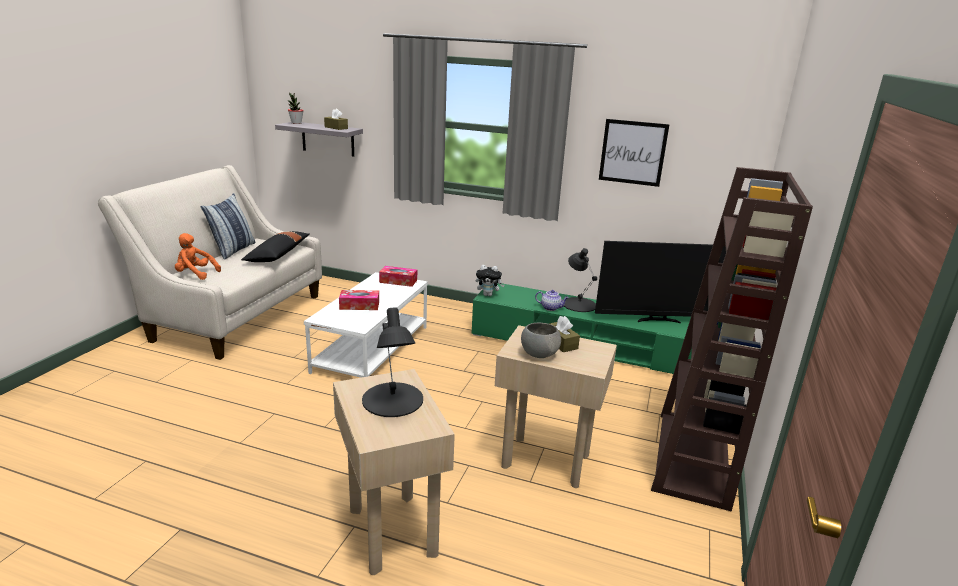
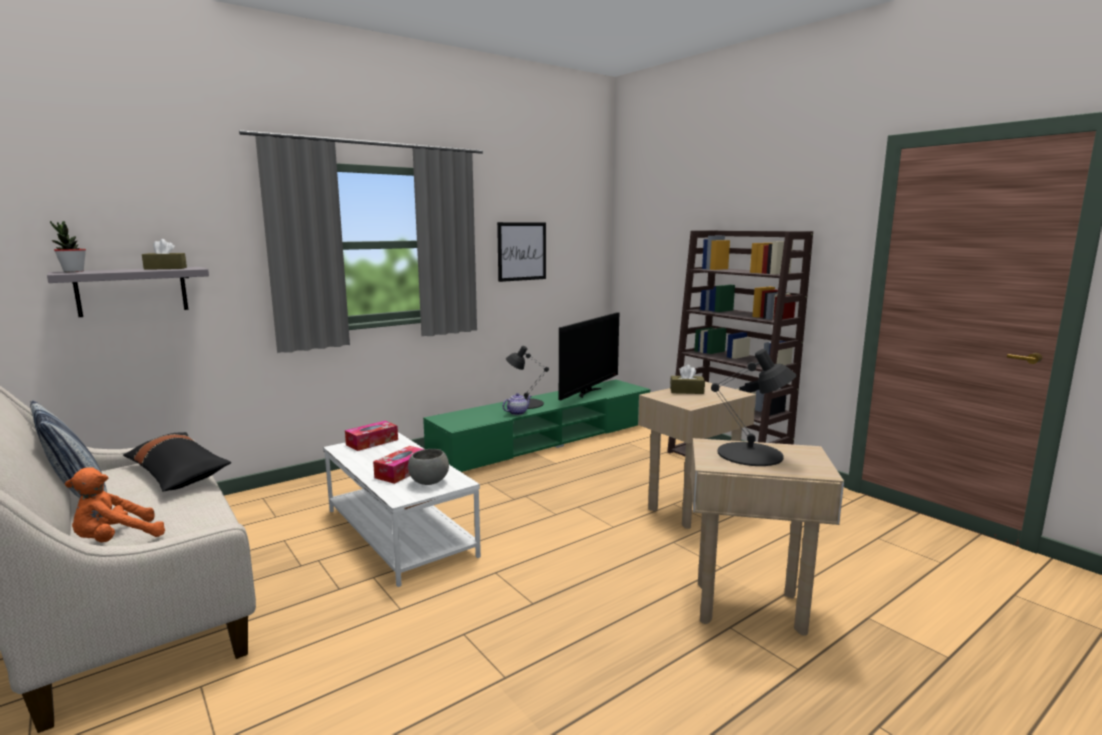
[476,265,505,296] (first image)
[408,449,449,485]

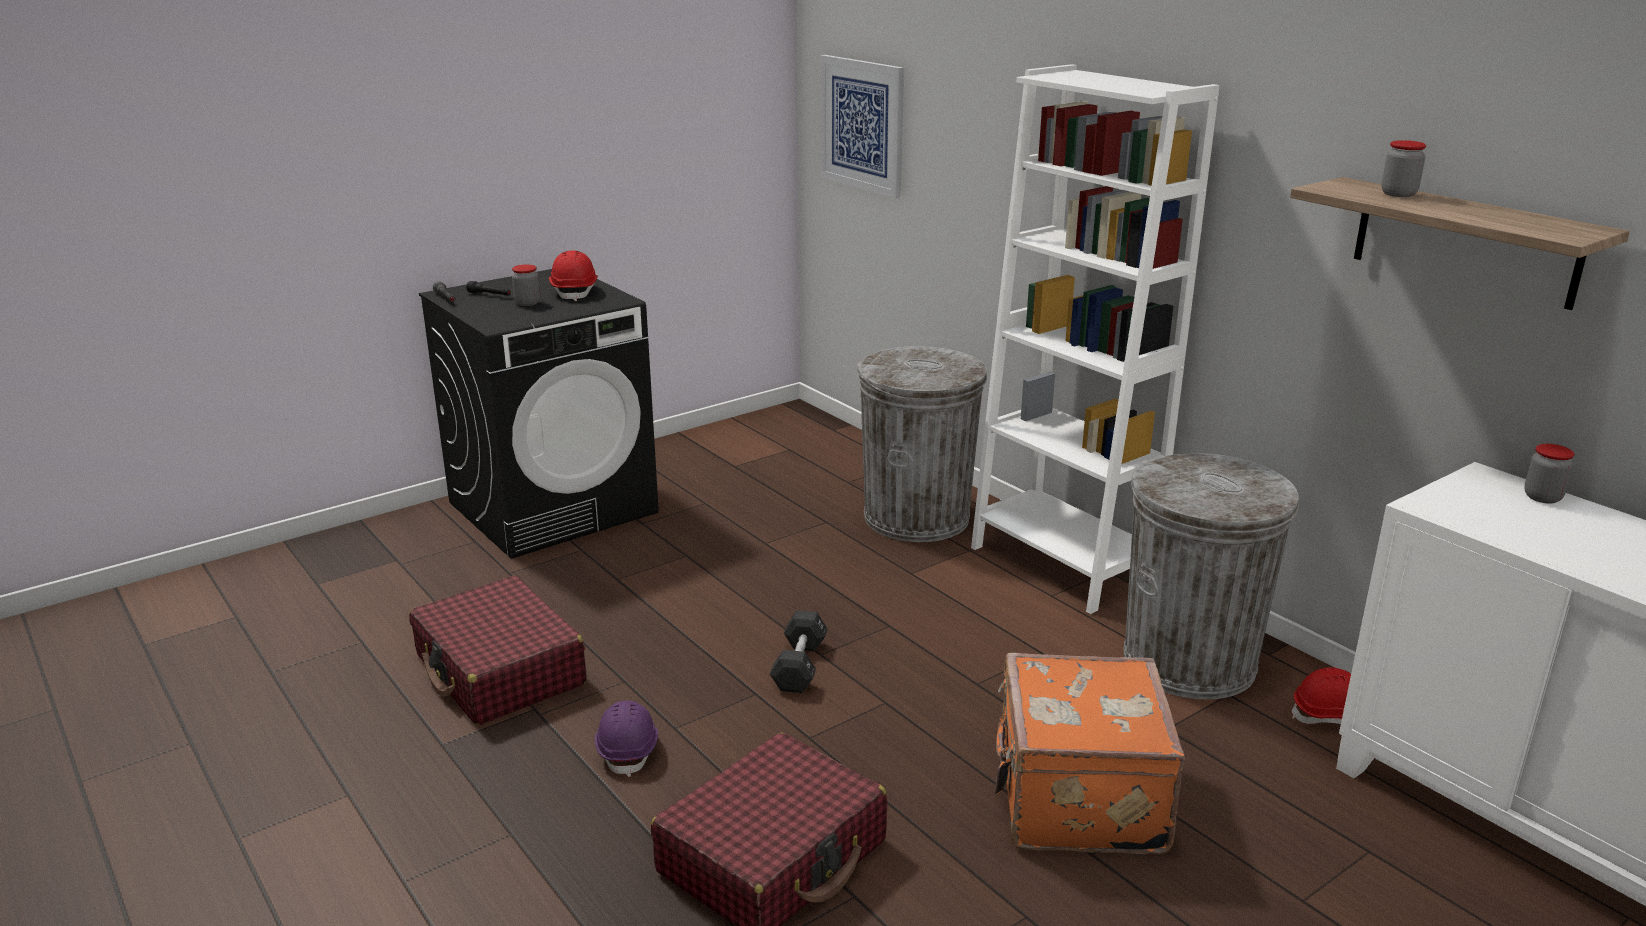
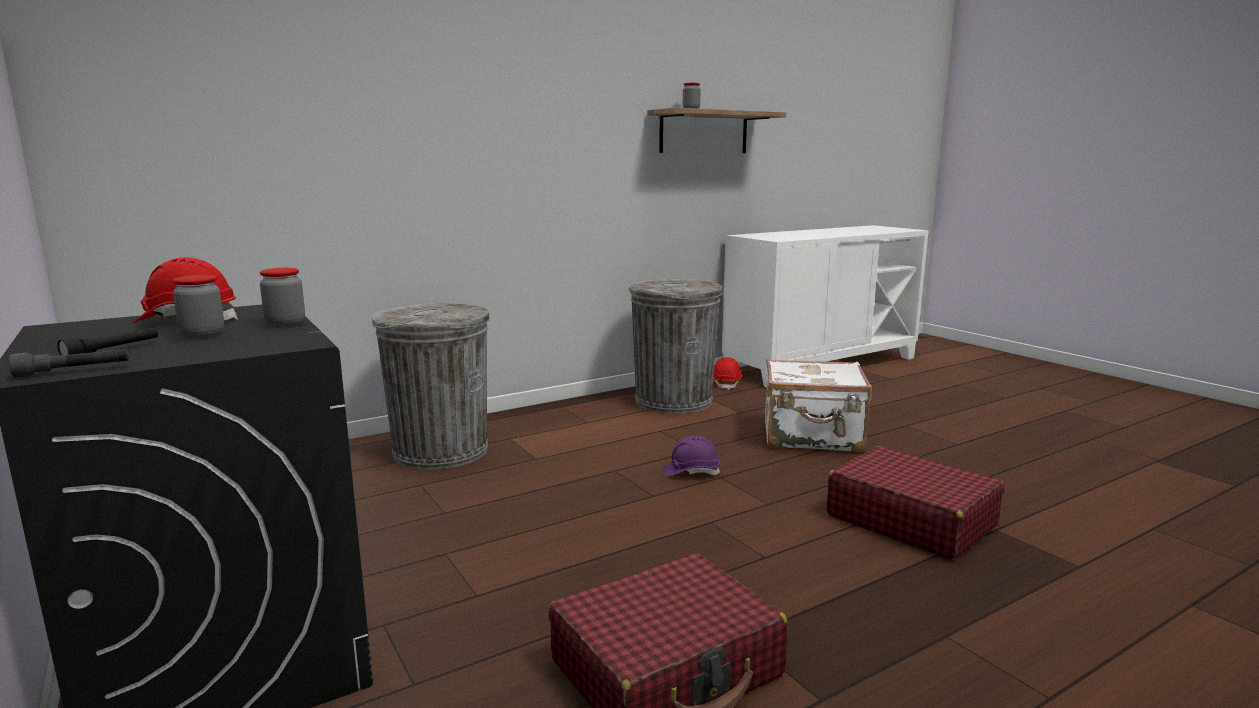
[664,435,720,476]
[770,610,828,693] (first image)
[821,55,904,198] (first image)
[971,64,1220,614] (first image)
[765,359,872,452]
[260,268,305,327]

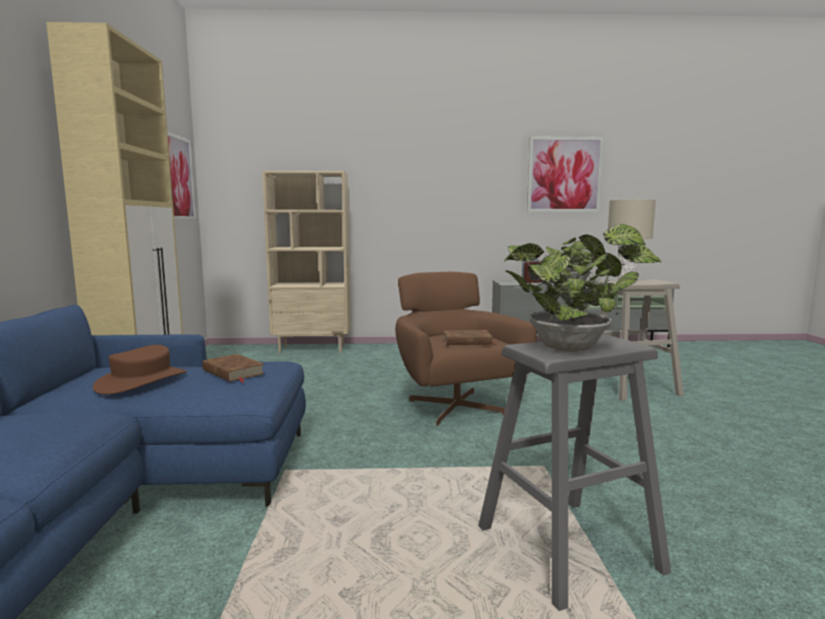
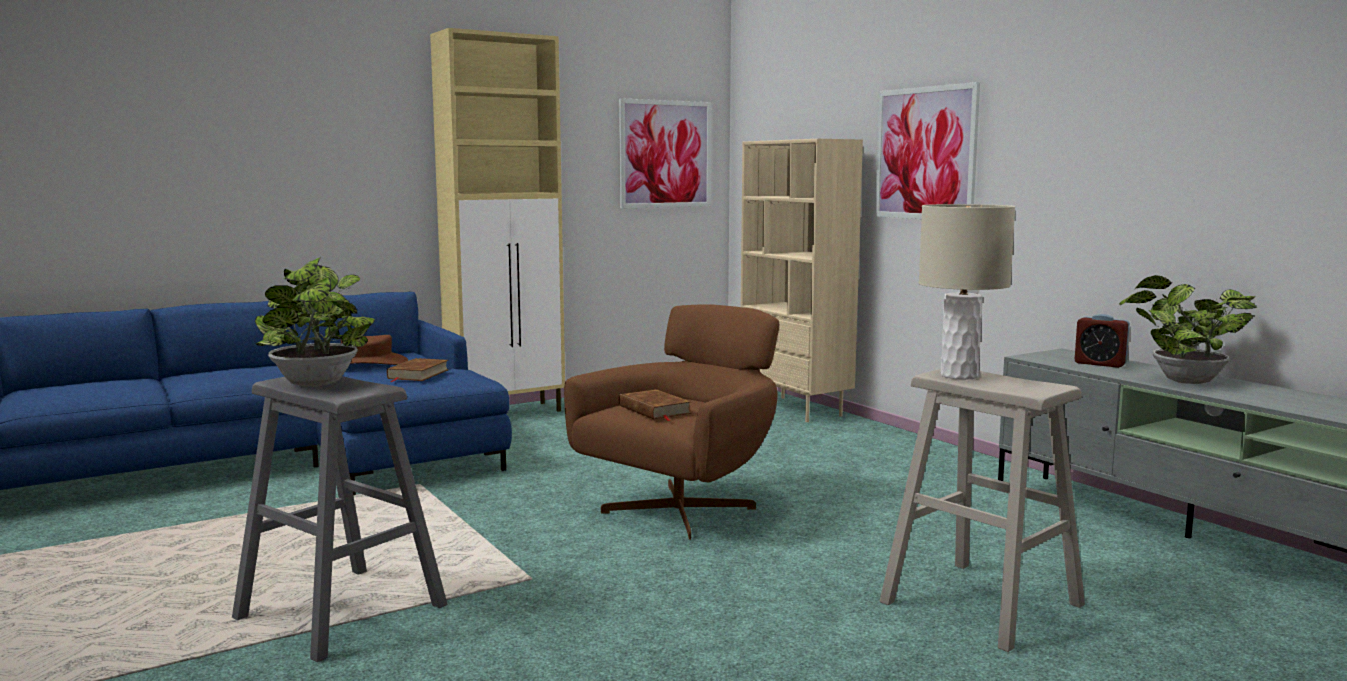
[875,82,980,219]

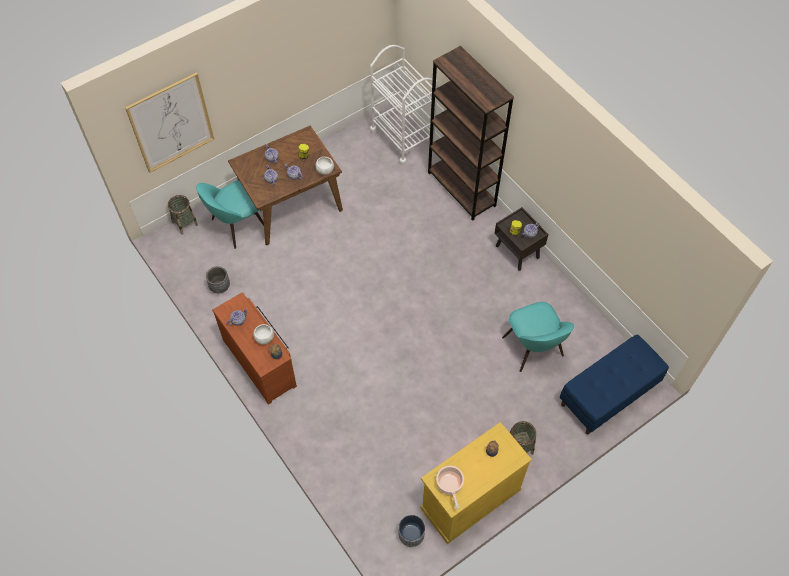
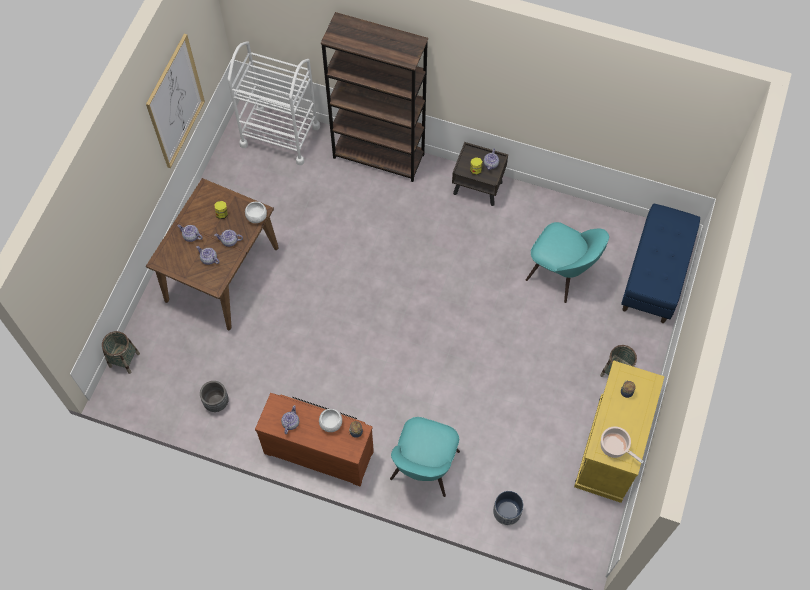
[146,34,205,168]
[390,417,460,497]
[493,491,524,525]

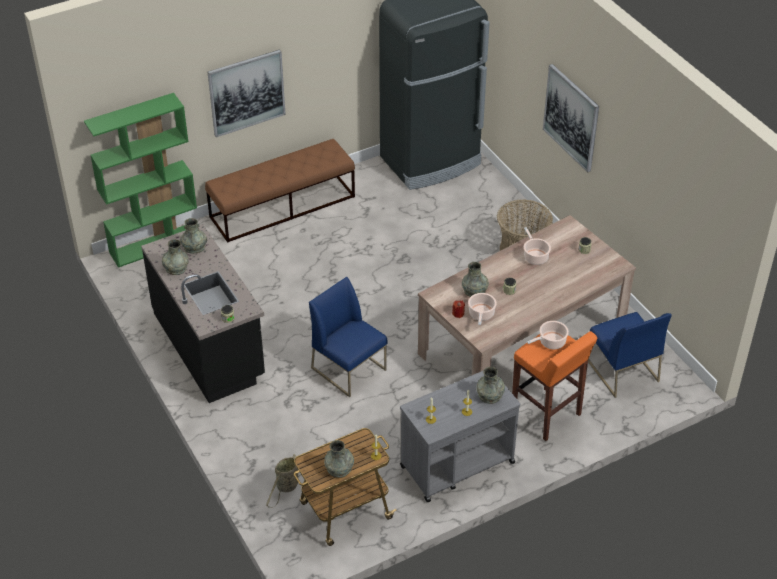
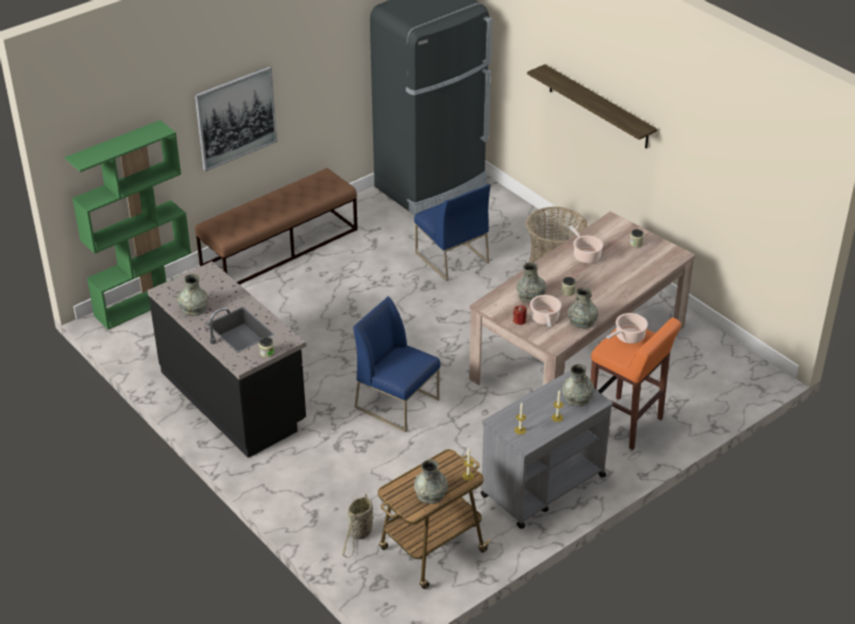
[568,287,598,328]
[527,64,657,149]
[414,184,490,281]

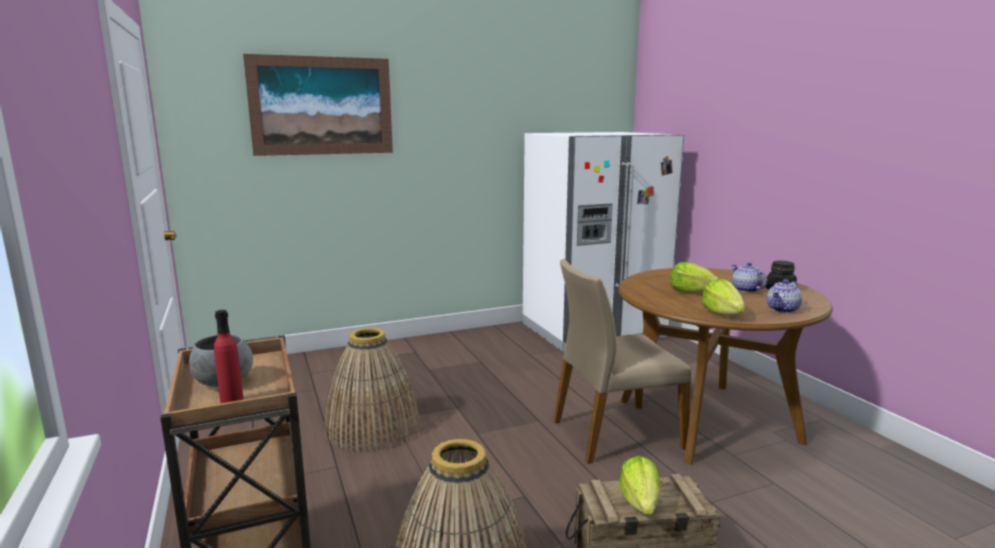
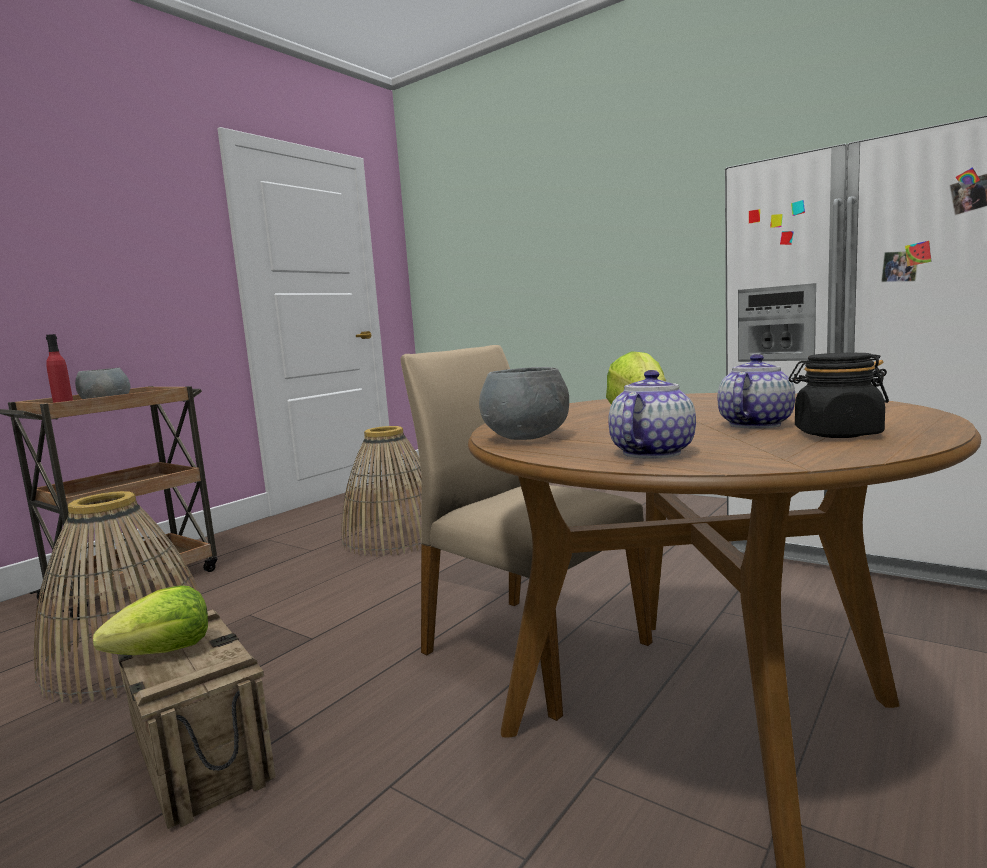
[243,54,393,156] (first image)
[479,367,569,440]
[608,370,696,459]

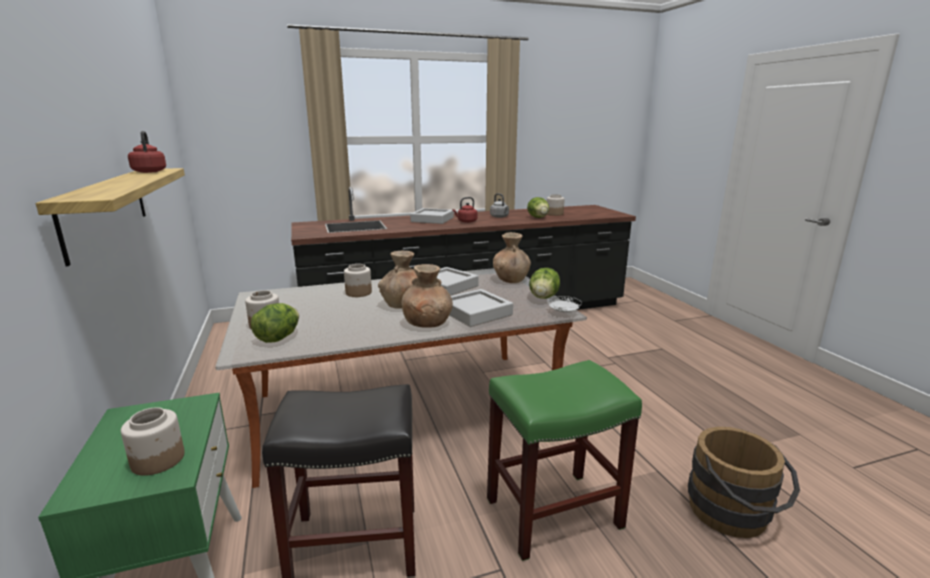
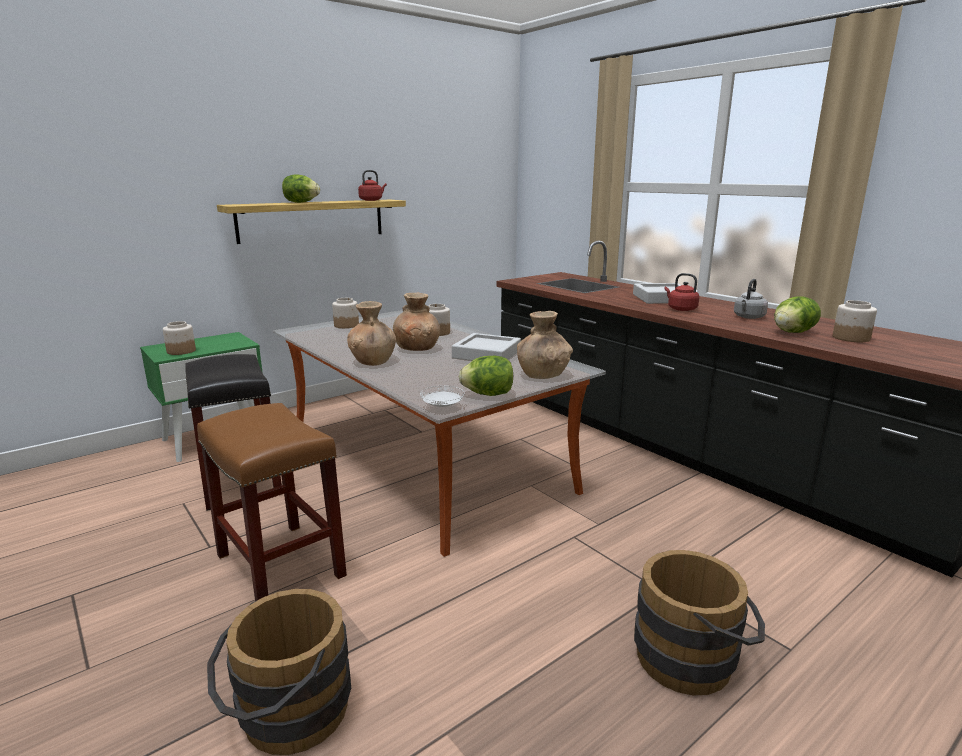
[282,174,320,203]
[450,289,513,327] (first image)
[197,403,347,601]
[634,550,765,696]

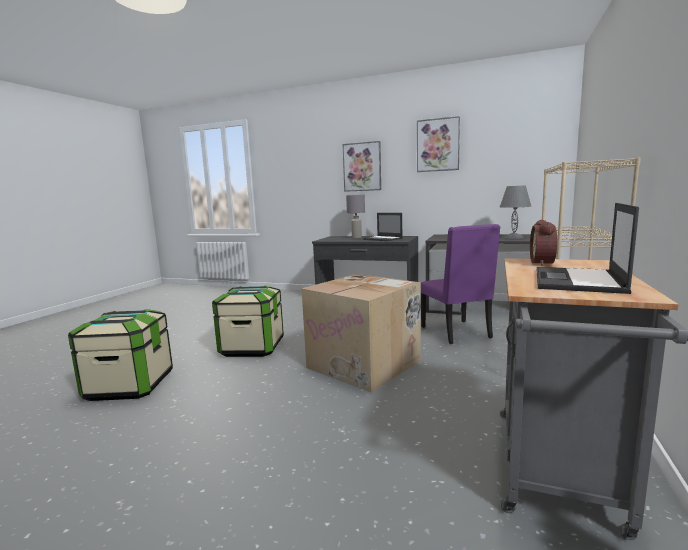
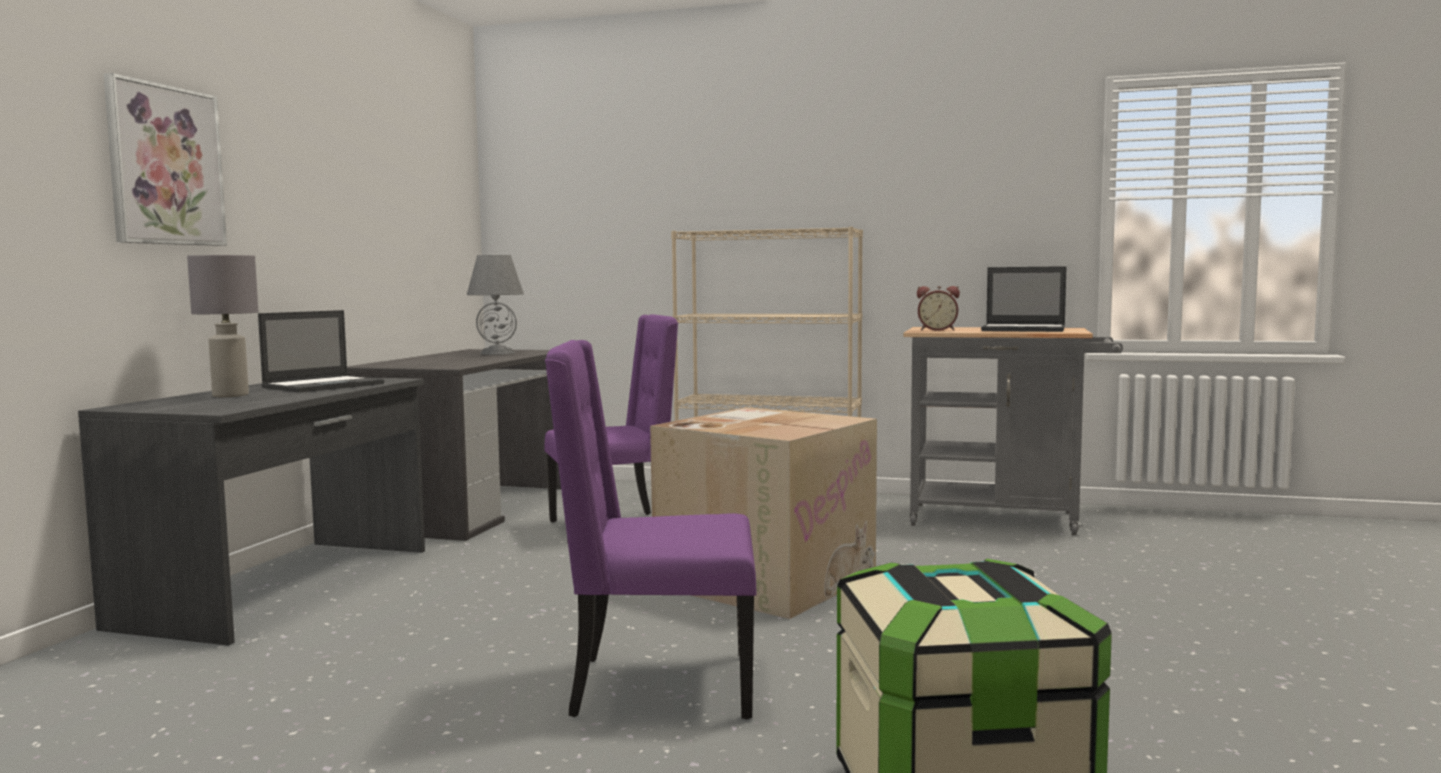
[545,340,757,719]
[417,116,460,172] (first image)

